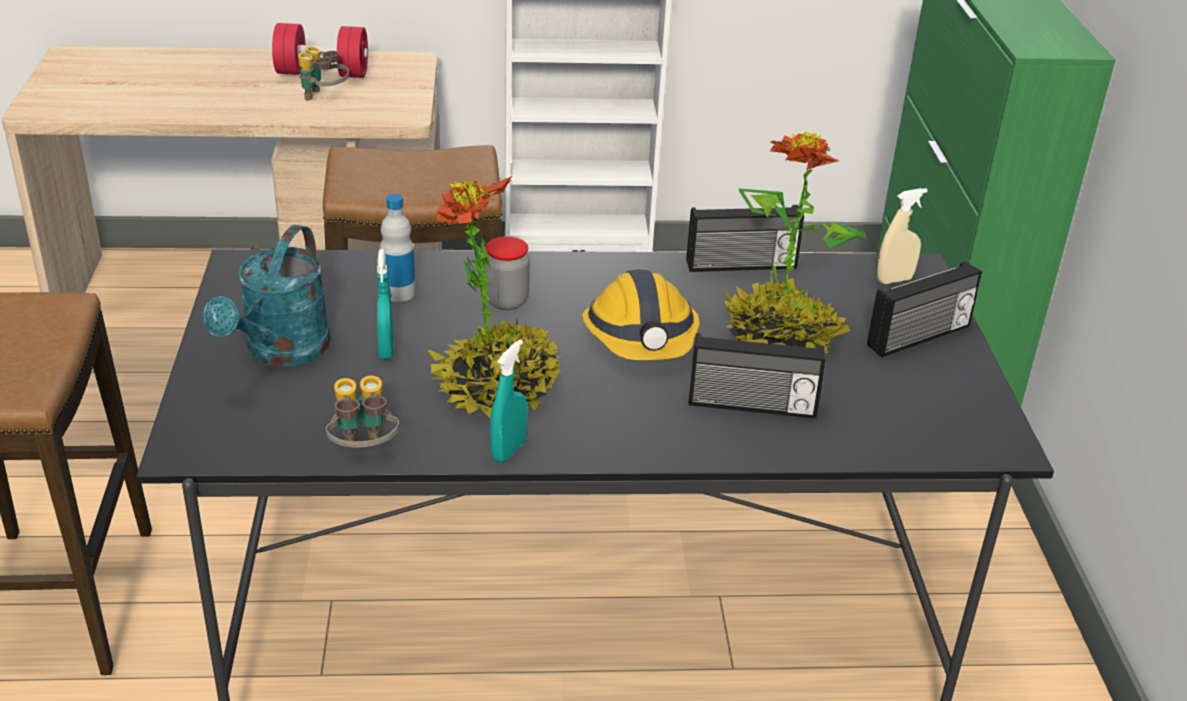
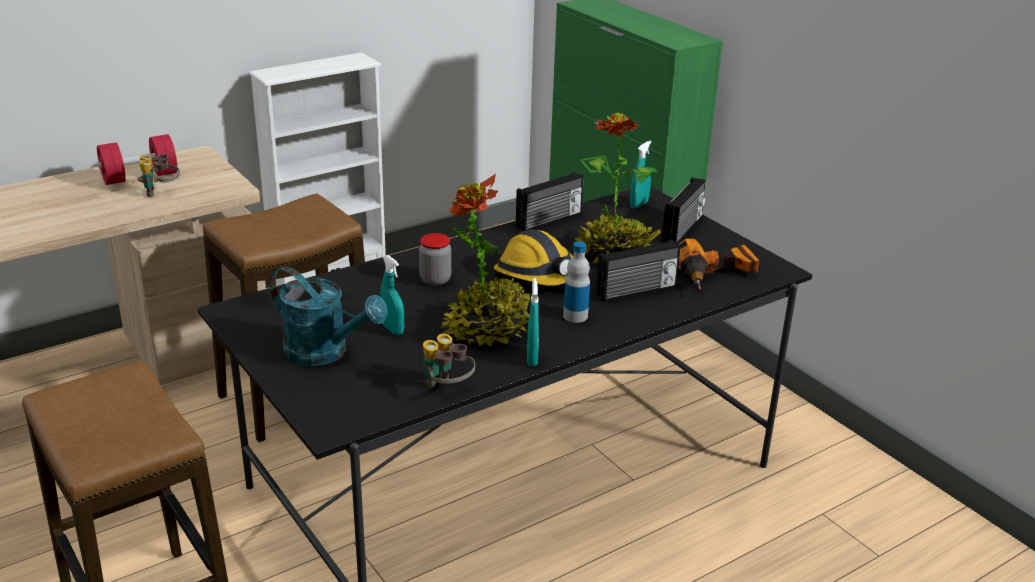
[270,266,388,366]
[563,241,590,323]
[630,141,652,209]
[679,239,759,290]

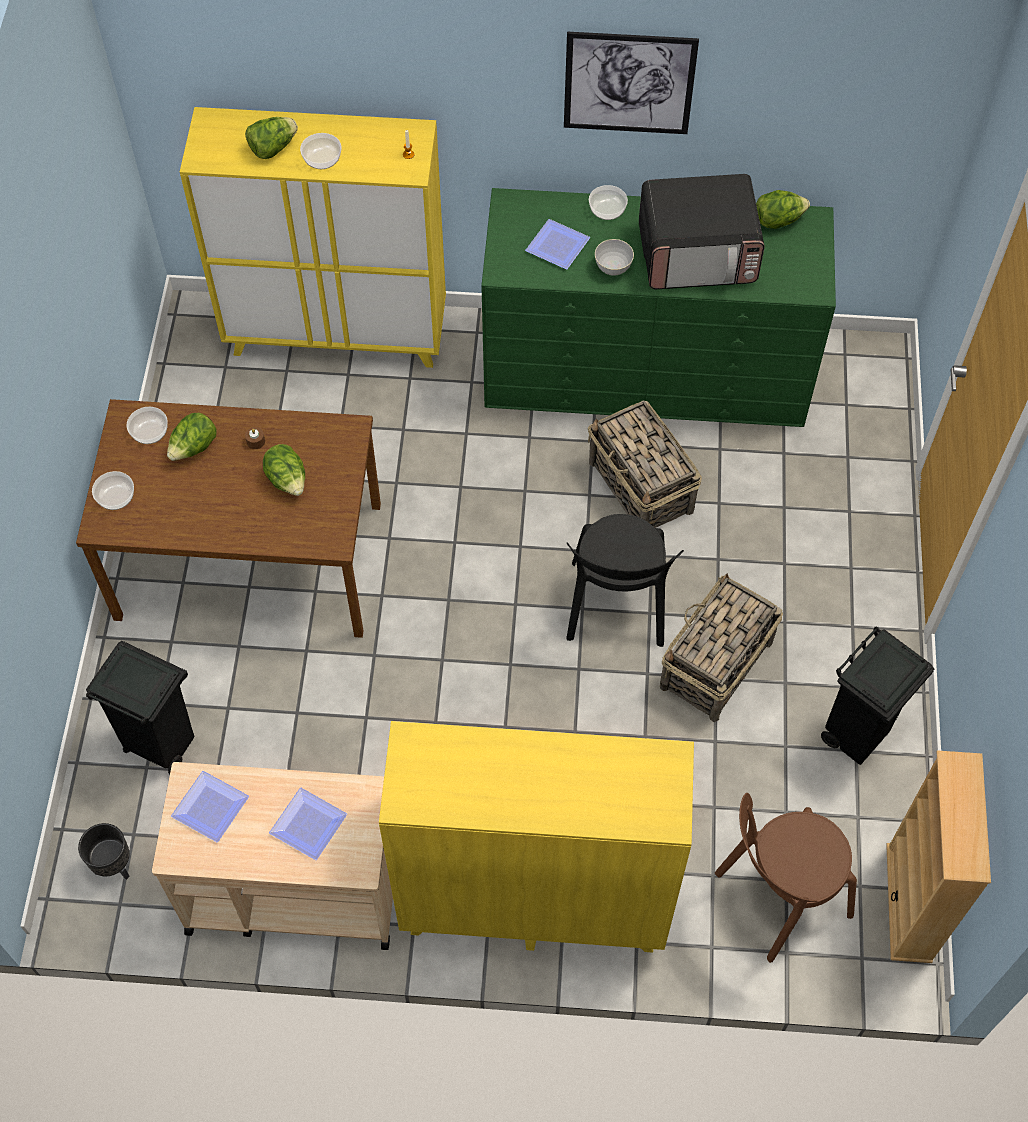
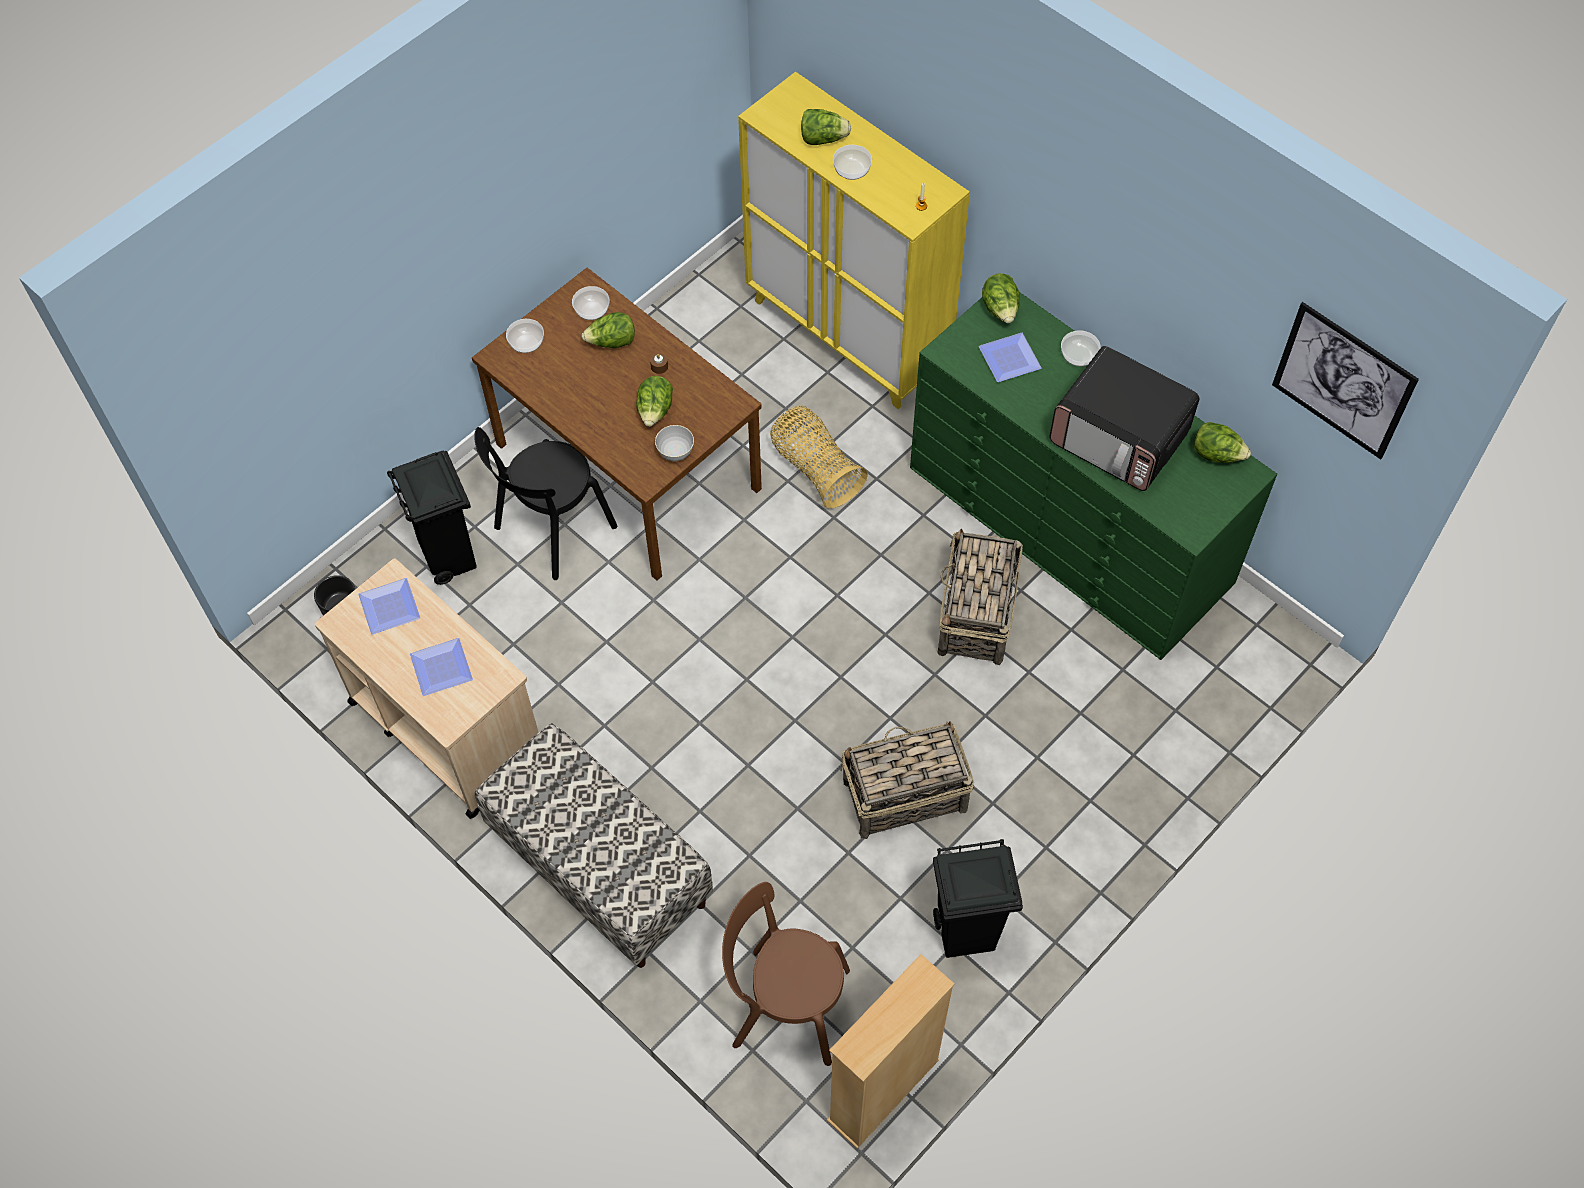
[475,723,713,968]
[1272,302,1419,460]
[474,427,617,580]
[655,425,694,461]
[770,406,868,508]
[982,273,1020,323]

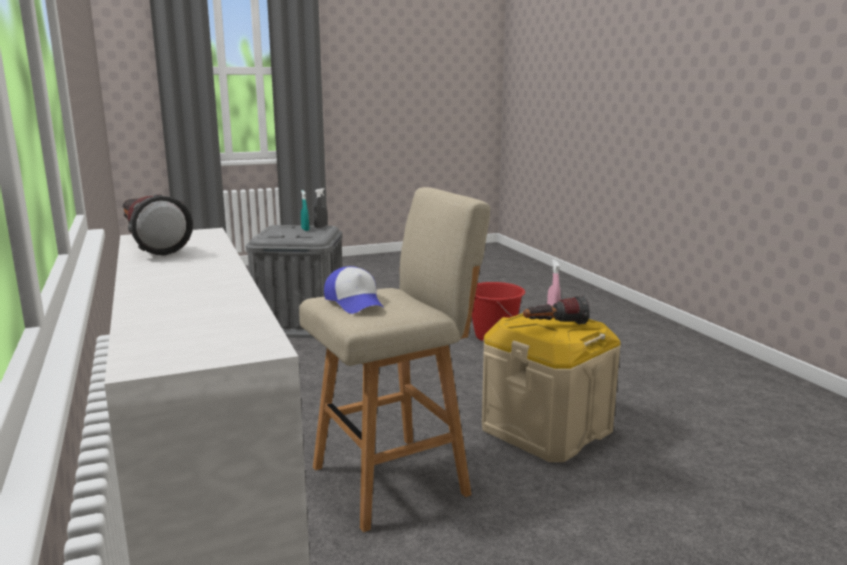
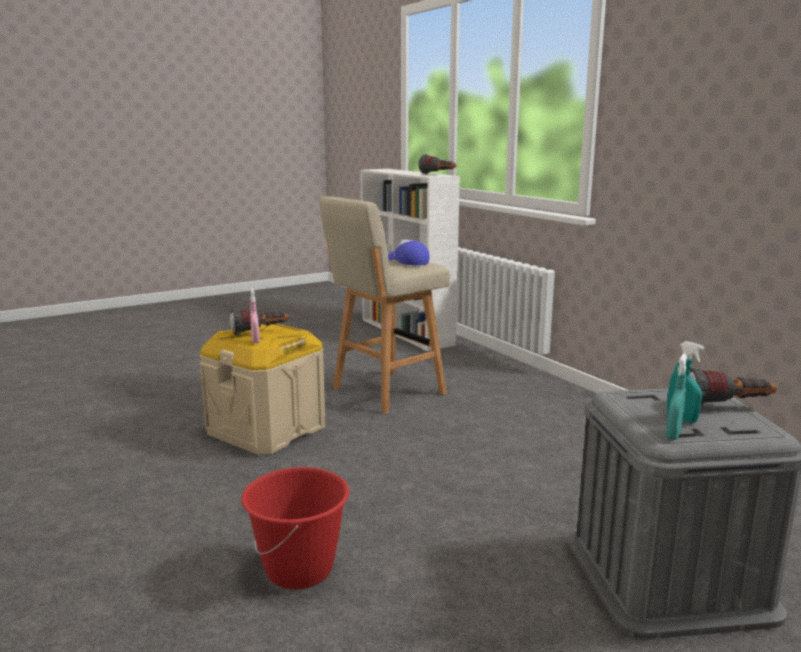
[666,354,687,440]
[690,368,777,406]

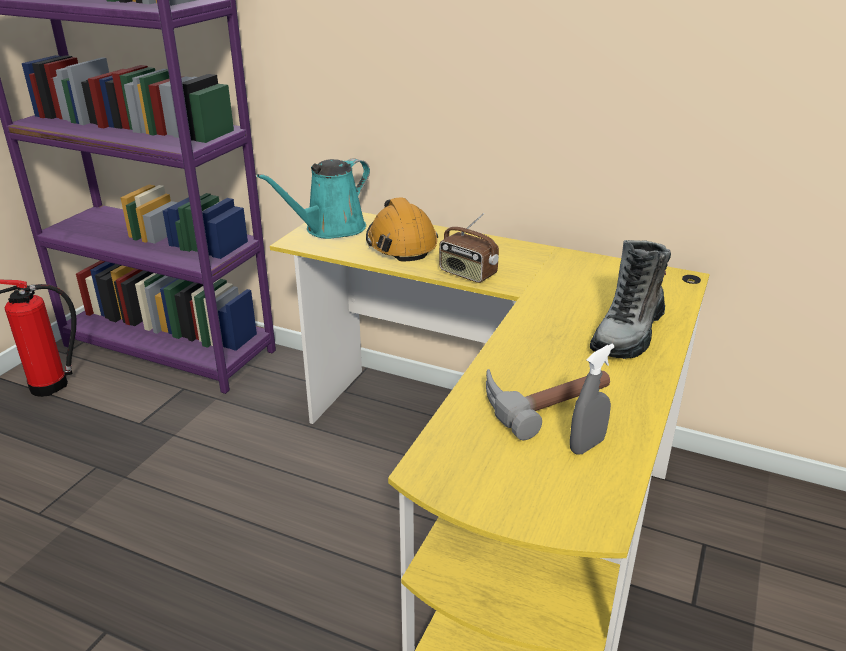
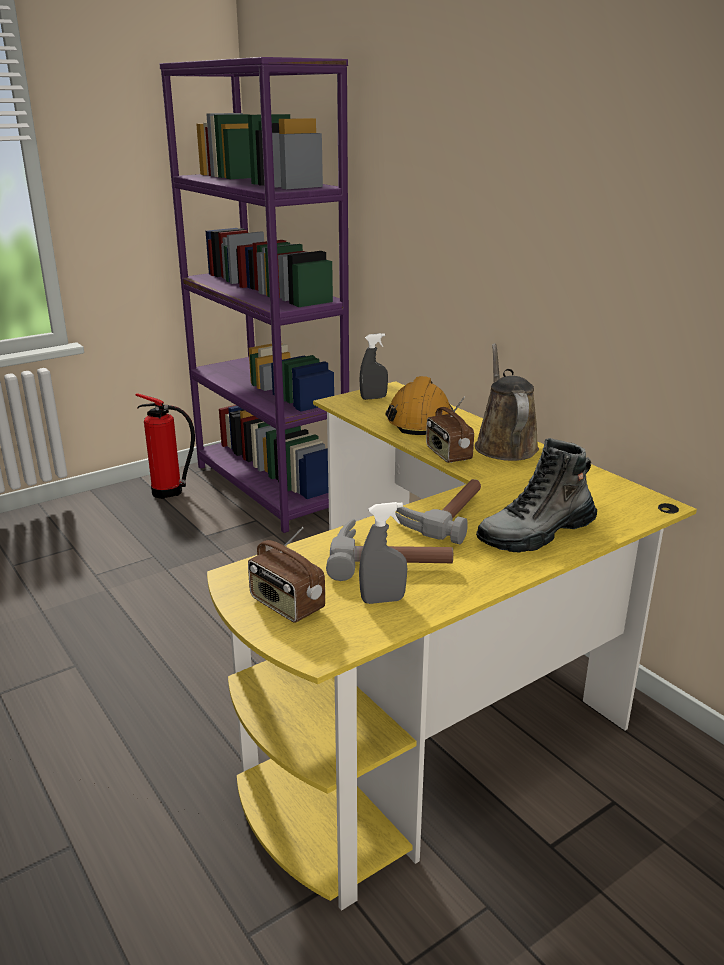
[359,333,388,400]
[248,527,325,623]
[395,479,481,544]
[475,343,539,461]

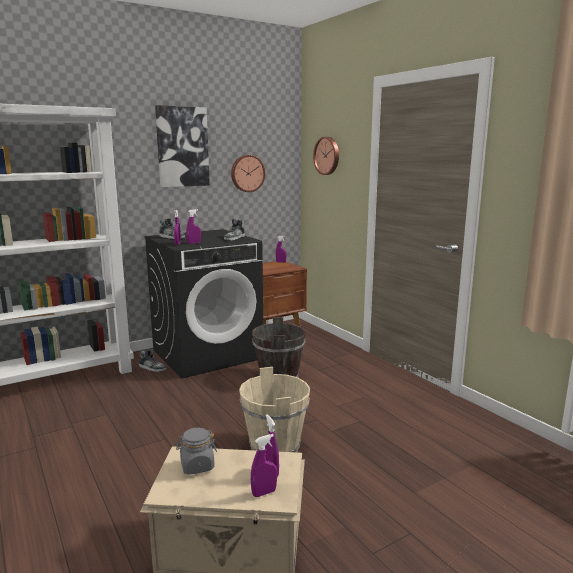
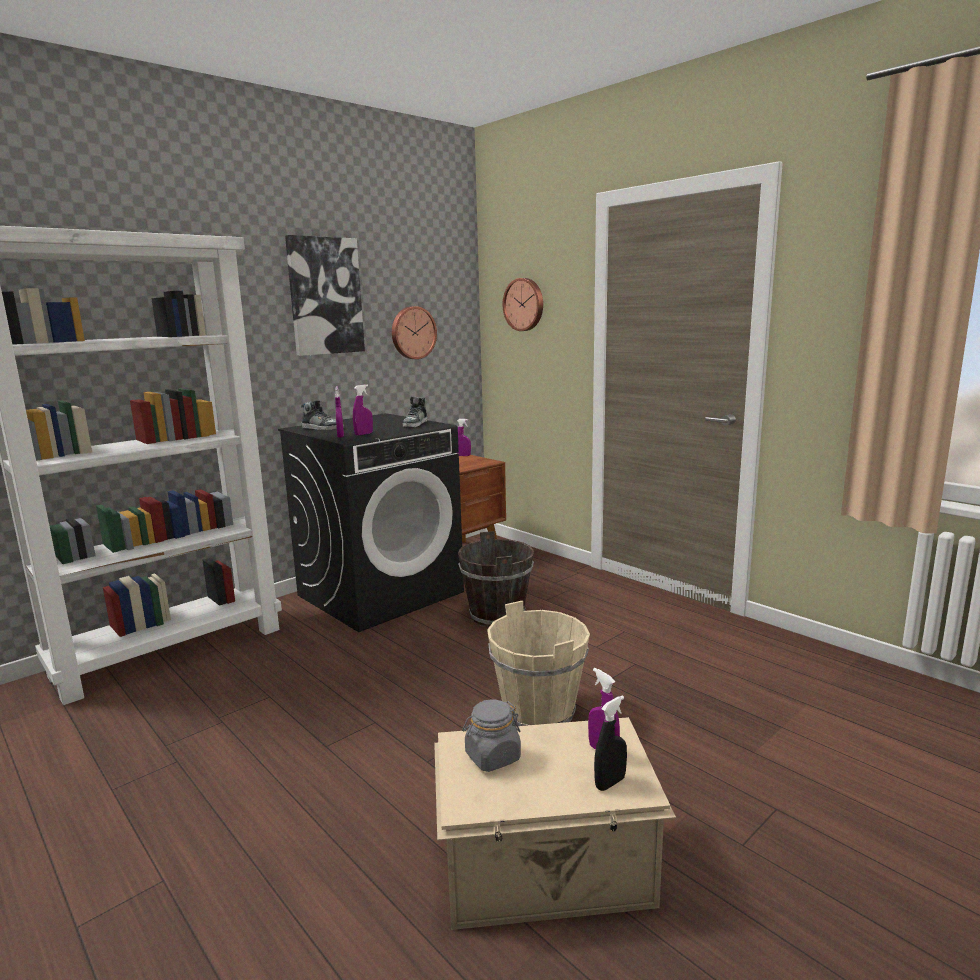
[139,348,167,372] (first image)
[594,695,627,791]

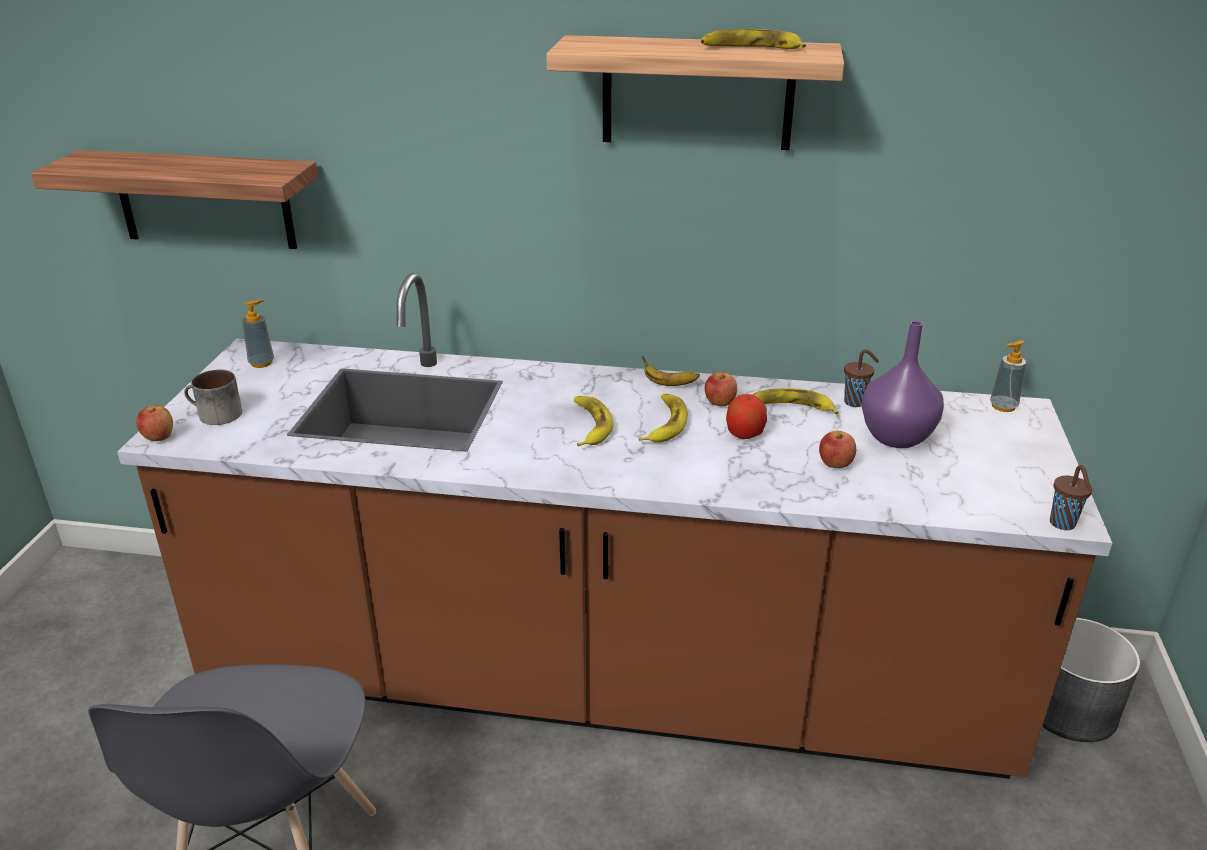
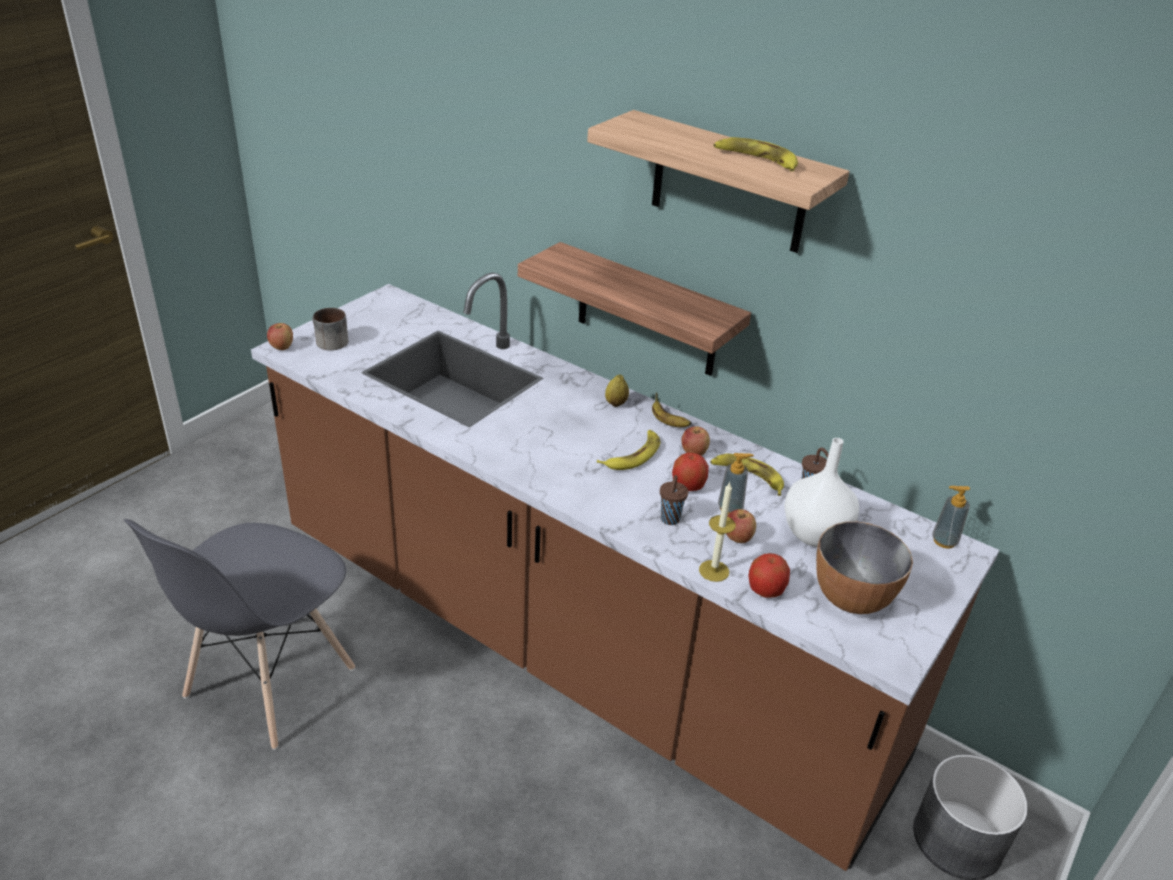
[518,242,751,376]
[718,453,754,515]
[574,396,614,446] (first image)
[784,438,859,547]
[660,475,688,525]
[605,375,629,407]
[699,482,736,582]
[749,553,790,598]
[816,522,913,614]

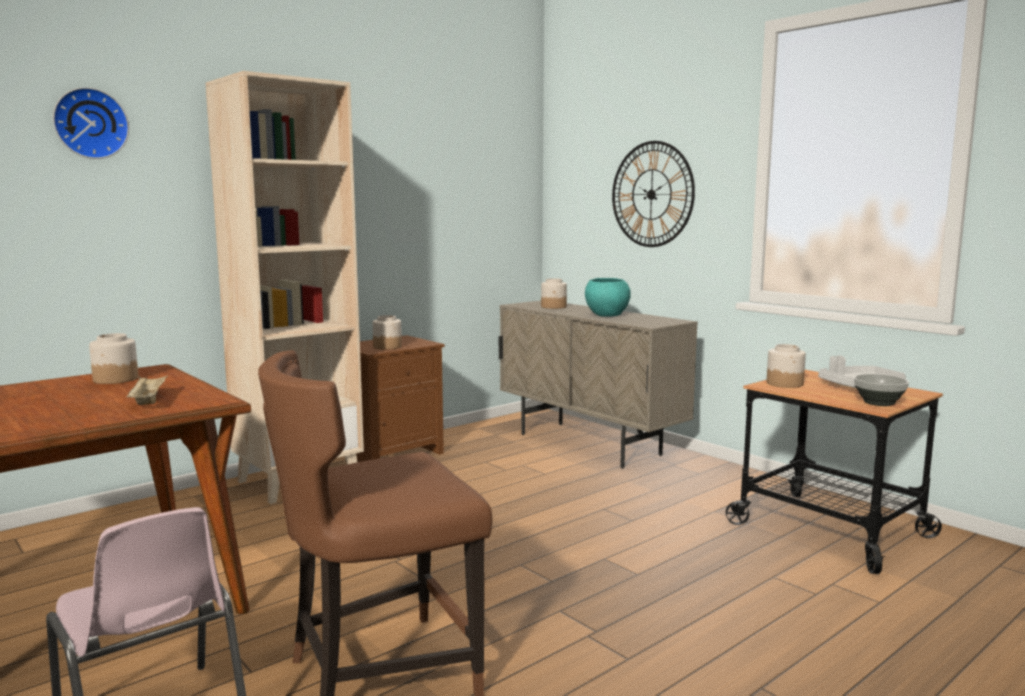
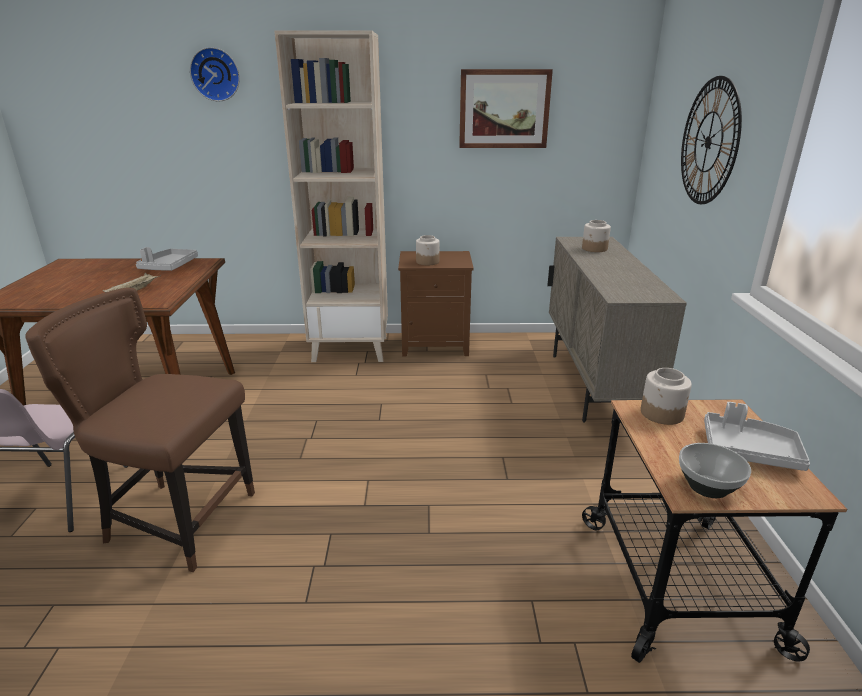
[136,247,198,271]
[585,278,631,317] (first image)
[459,69,553,148]

